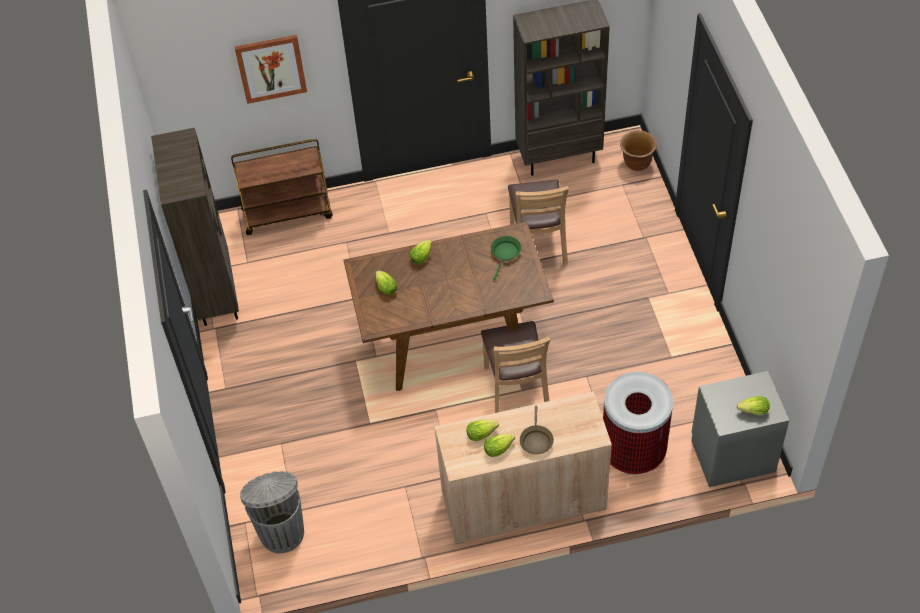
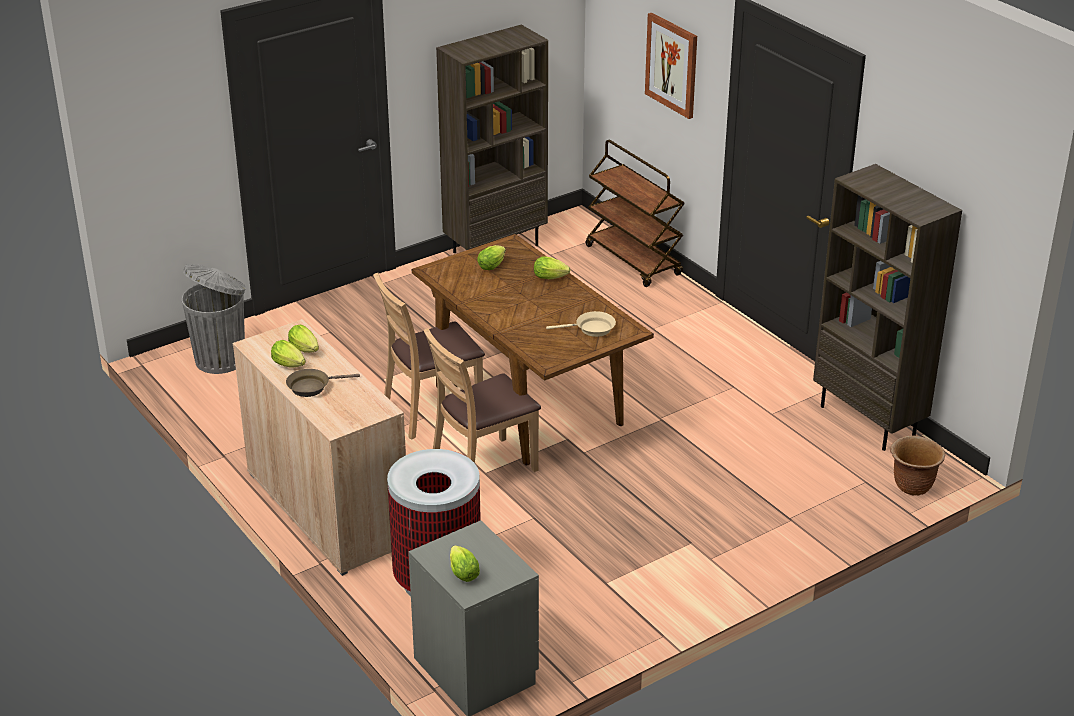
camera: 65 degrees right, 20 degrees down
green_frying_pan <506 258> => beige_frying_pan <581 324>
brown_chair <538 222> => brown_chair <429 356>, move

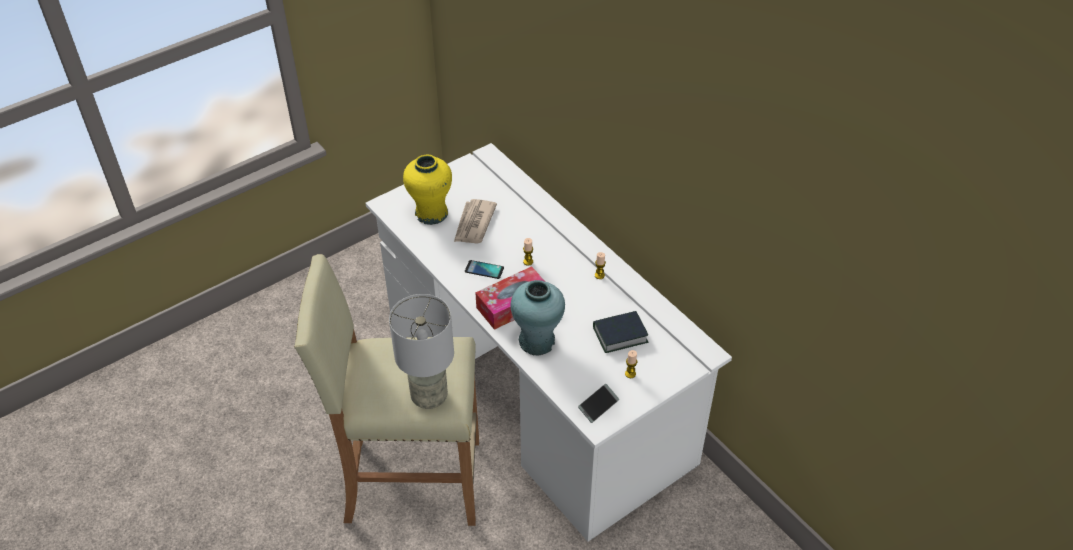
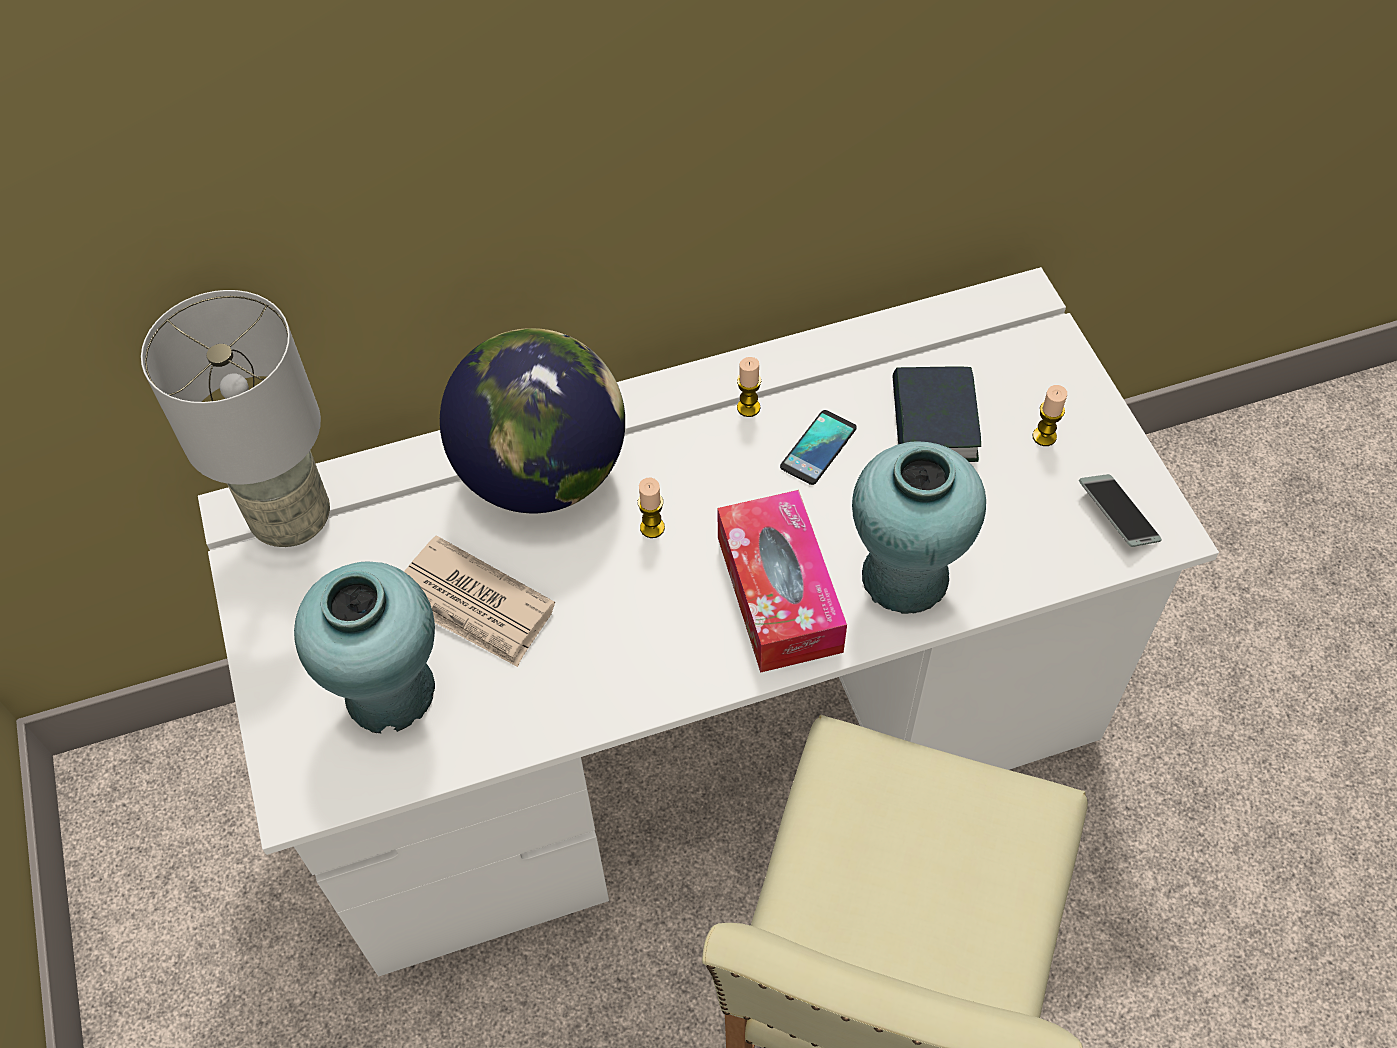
camera: 70 degrees left, 10 degrees up
grey_table_lamp <421 351> => grey_table_lamp <235 418>, move
yellow_vase <427 190> => turquoise_vase <364 647>
phone <484 269> => phone <818 447>, move
nothing => globe <532 420>

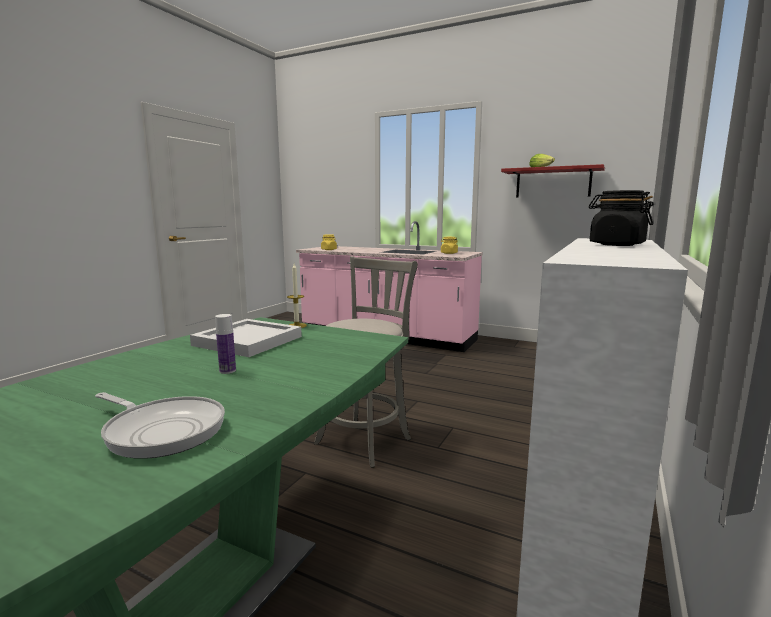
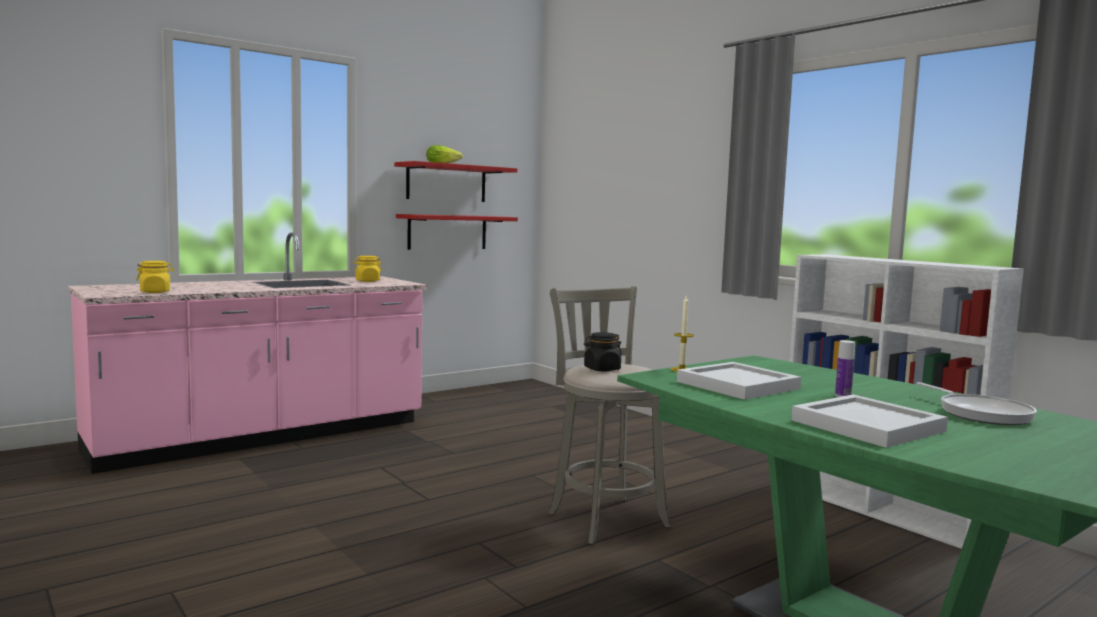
camera: 65 degrees left, 5 degrees down
frying_pan <160 425> => frying_pan <976 403>, 105 degrees clockwise
black_jar <621 218> => black_jar <603 351>, move
nothing => red_shelf <457 232>
nothing => white_tray <869 421>

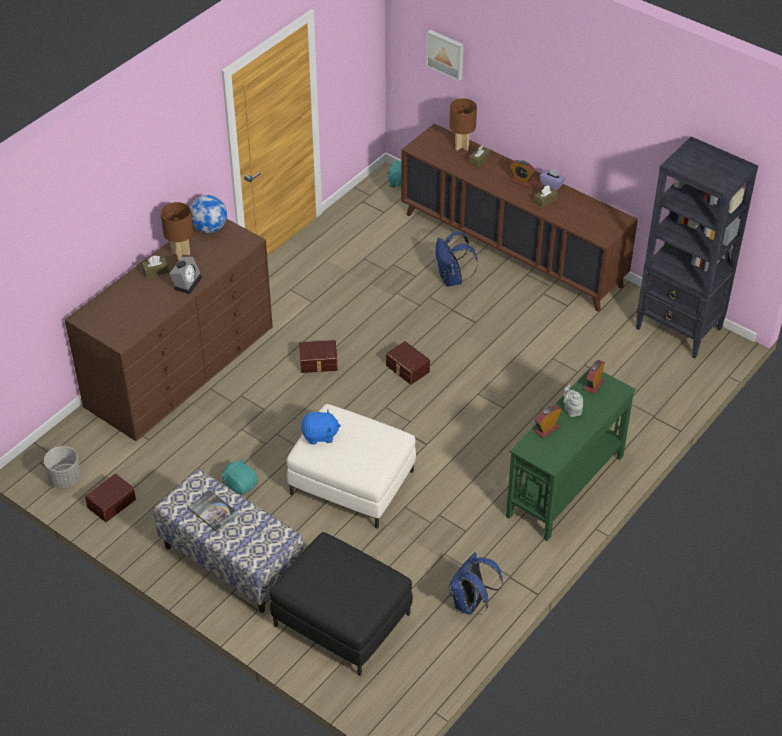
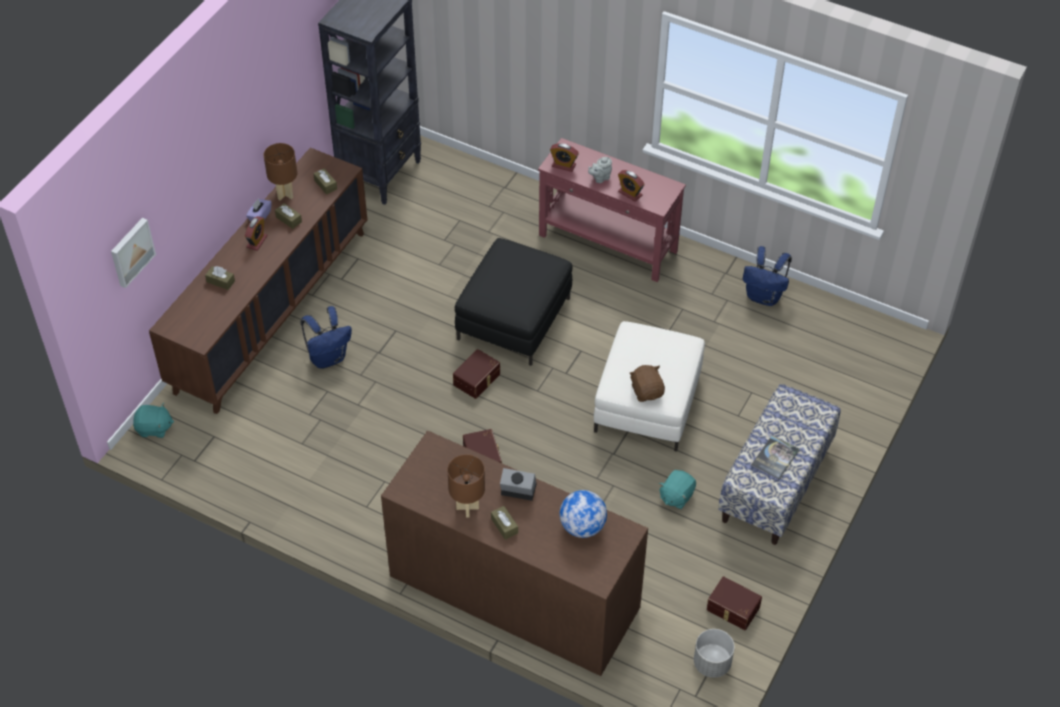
camera: 100 degrees left, 5 degrees up
globe <208 214> => globe <583 514>, move
black_ottoman <341 604> => black_ottoman <513 302>, move
blue_plush_toy <321 427> => brown_plush_toy <647 383>
brown_table_lamp <463 124> => brown_table_lamp <280 171>, move
green_console_table <571 453> => red_console_table <612 210>
nothing => brown_tissue_box <325 181>

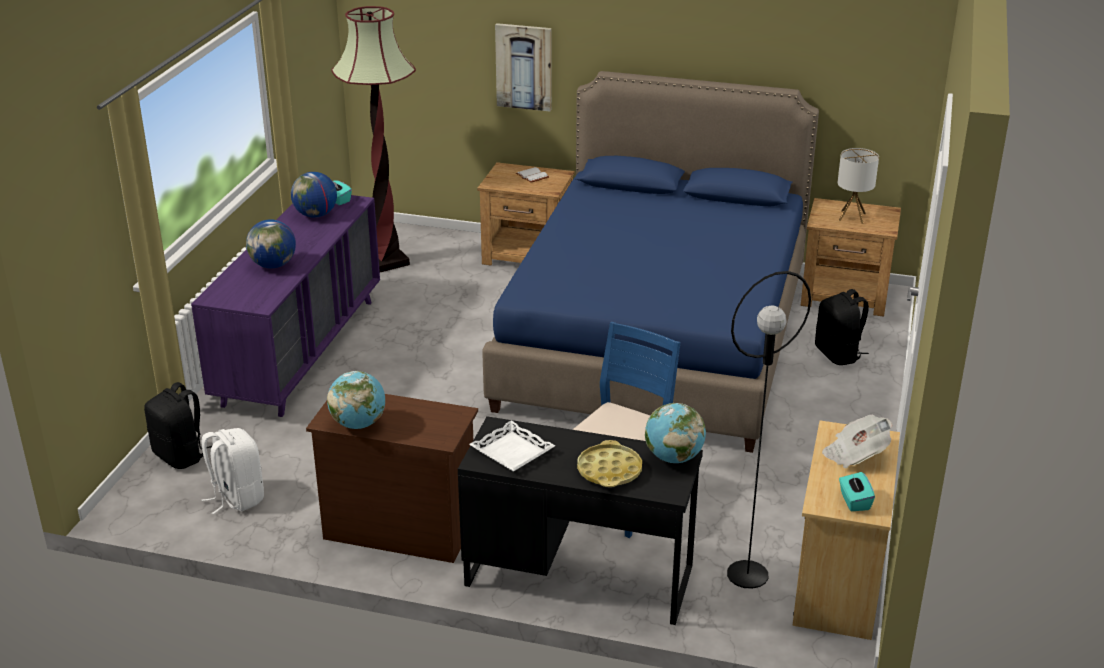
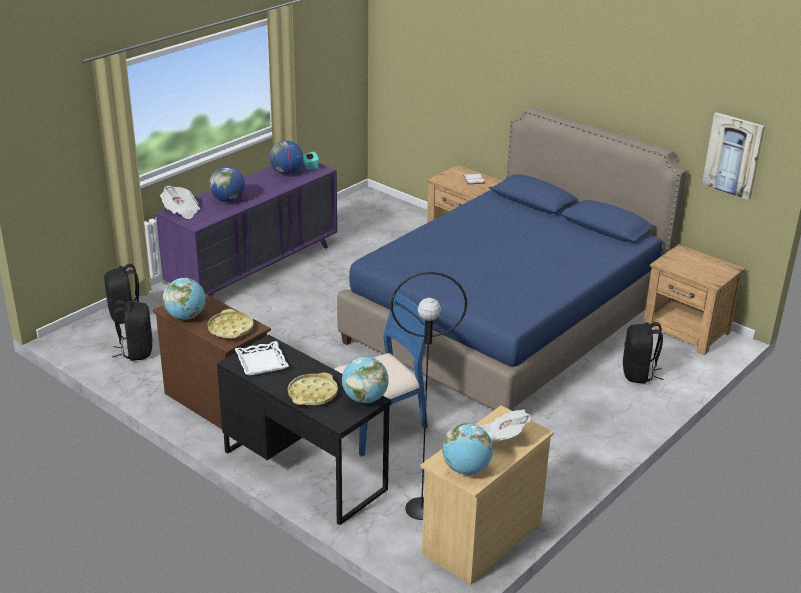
camera: 25 degrees right, 0 degrees up
white_backpack <232 471> => black_backpack <132 330>
floor_lamp <373 139> => nothing
picture <523 67> => picture <733 156>, move
table_lamp <858 186> => nothing
turquoise_tissue_box <857 491> => globe <467 449>
nothing => newspaper <180 202>
nothing => yellow_tray <231 323>

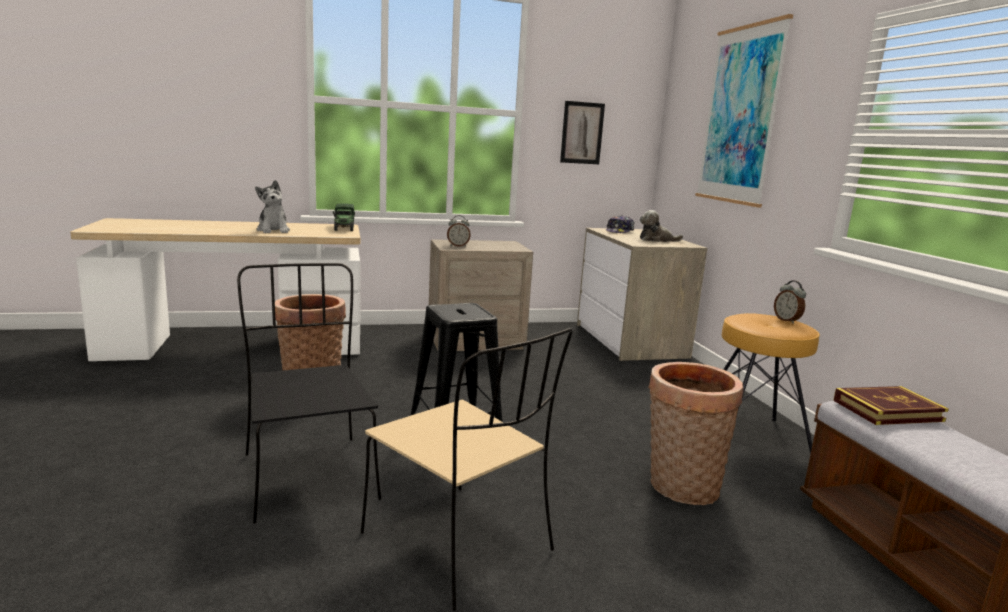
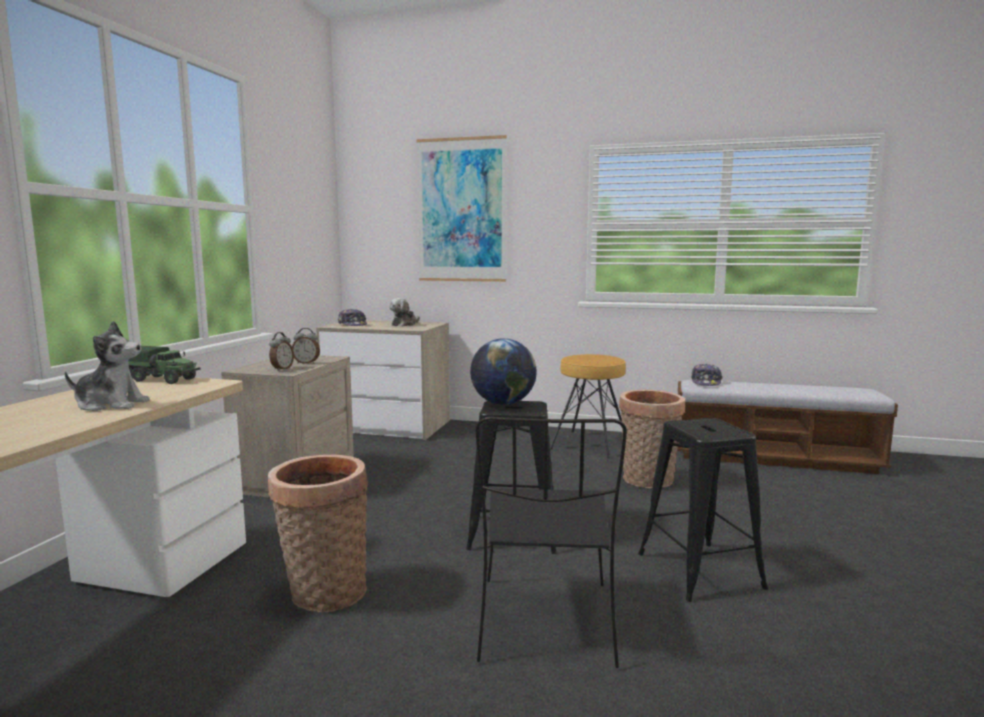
camera: 60 degrees left, 5 degrees down
black_chair <309 393> => black_chair <551 542>, 90 degrees counterclockwise
beige_chair <467 469> => black_stool <703 510>
picture <582 132> => nothing
alarm_clock <790 302> => alarm_clock <306 346>, move
book <891 405> => cap <707 375>
nothing => globe <503 371>

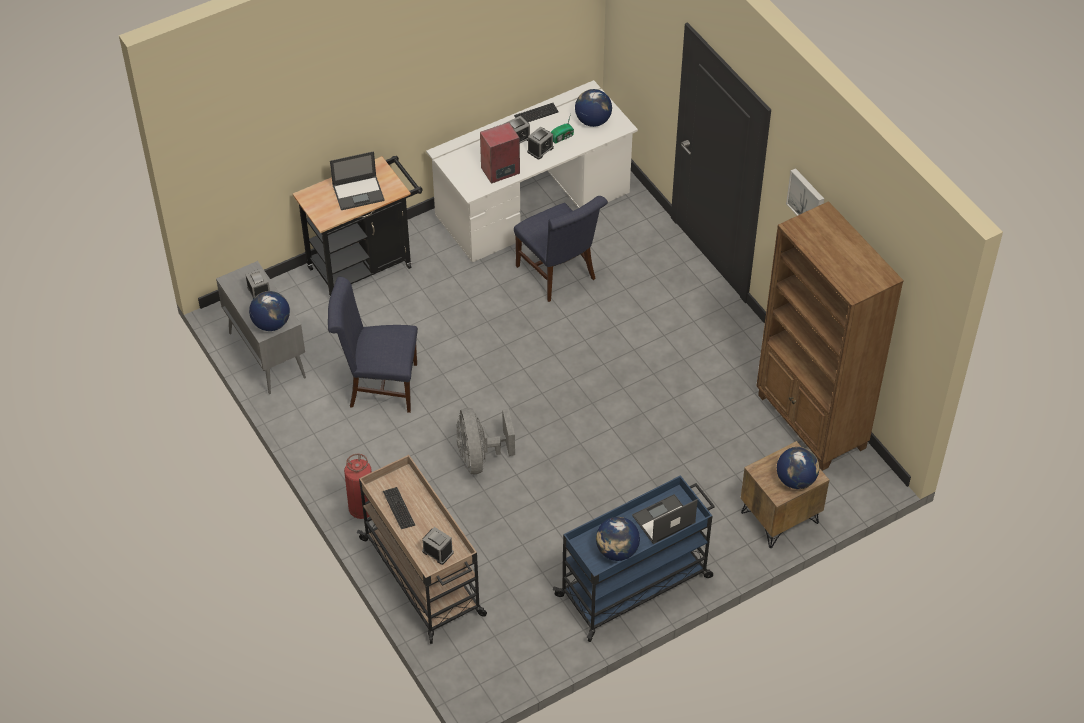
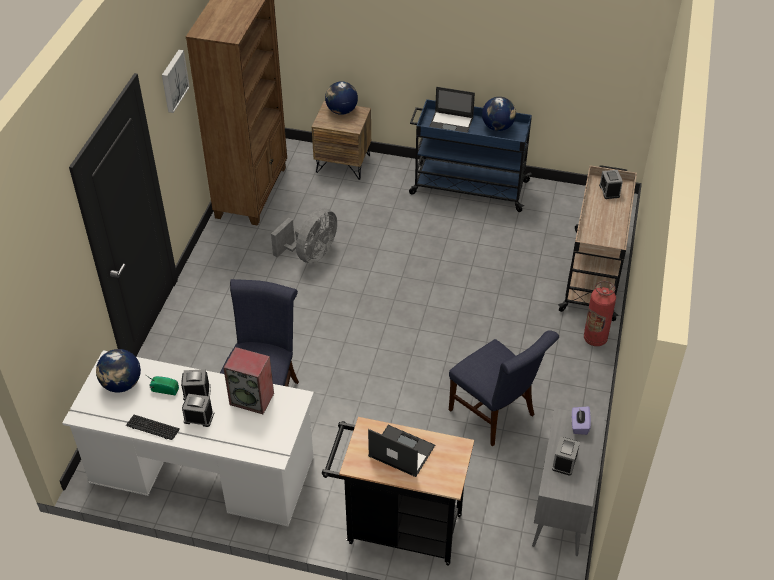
camera: 135 degrees left, 5 degrees down
globe <269 311> => purple_tissue_box <581 420>
keyboard <399 508> => nothing
grey_fan <486 441> => grey_fan <304 235>, move

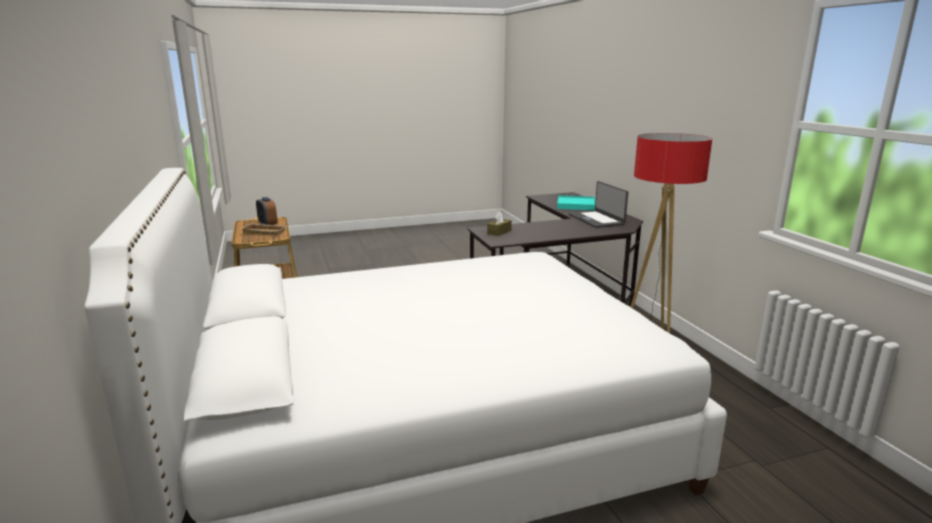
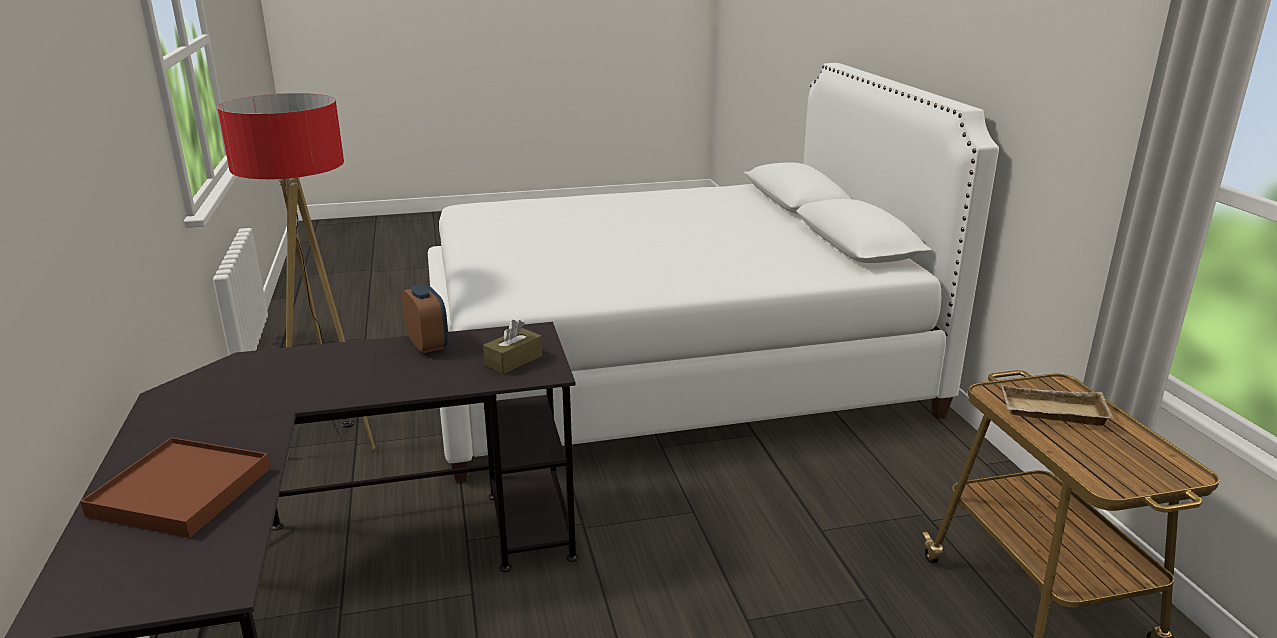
camera: 175 degrees left, 5 degrees up
alarm_clock <266 211> => alarm_clock <425 319>, move
turquoise_tray <576 203> => brown_tray <175 487>
laptop <598 204> => nothing

